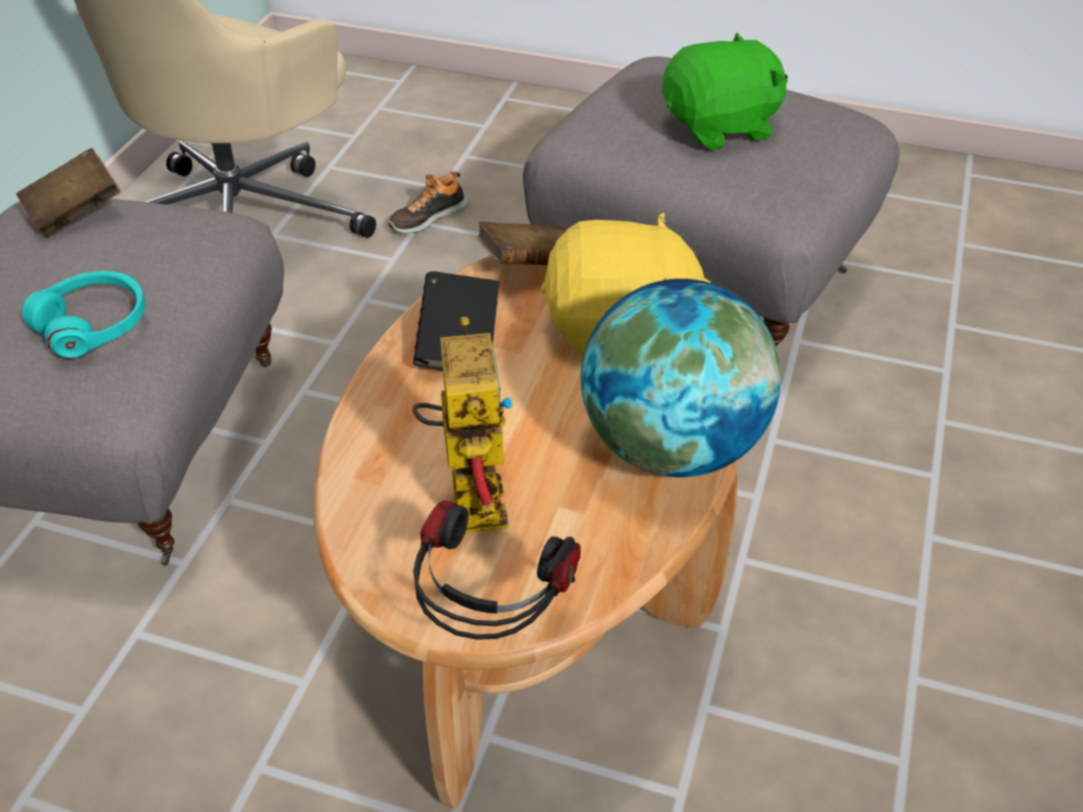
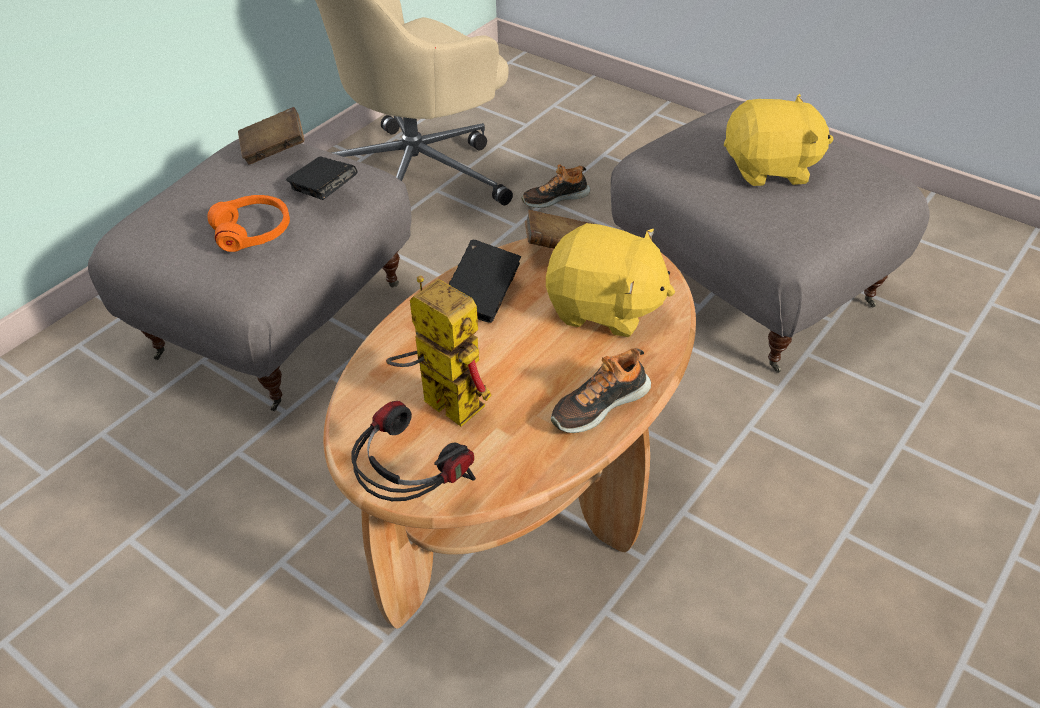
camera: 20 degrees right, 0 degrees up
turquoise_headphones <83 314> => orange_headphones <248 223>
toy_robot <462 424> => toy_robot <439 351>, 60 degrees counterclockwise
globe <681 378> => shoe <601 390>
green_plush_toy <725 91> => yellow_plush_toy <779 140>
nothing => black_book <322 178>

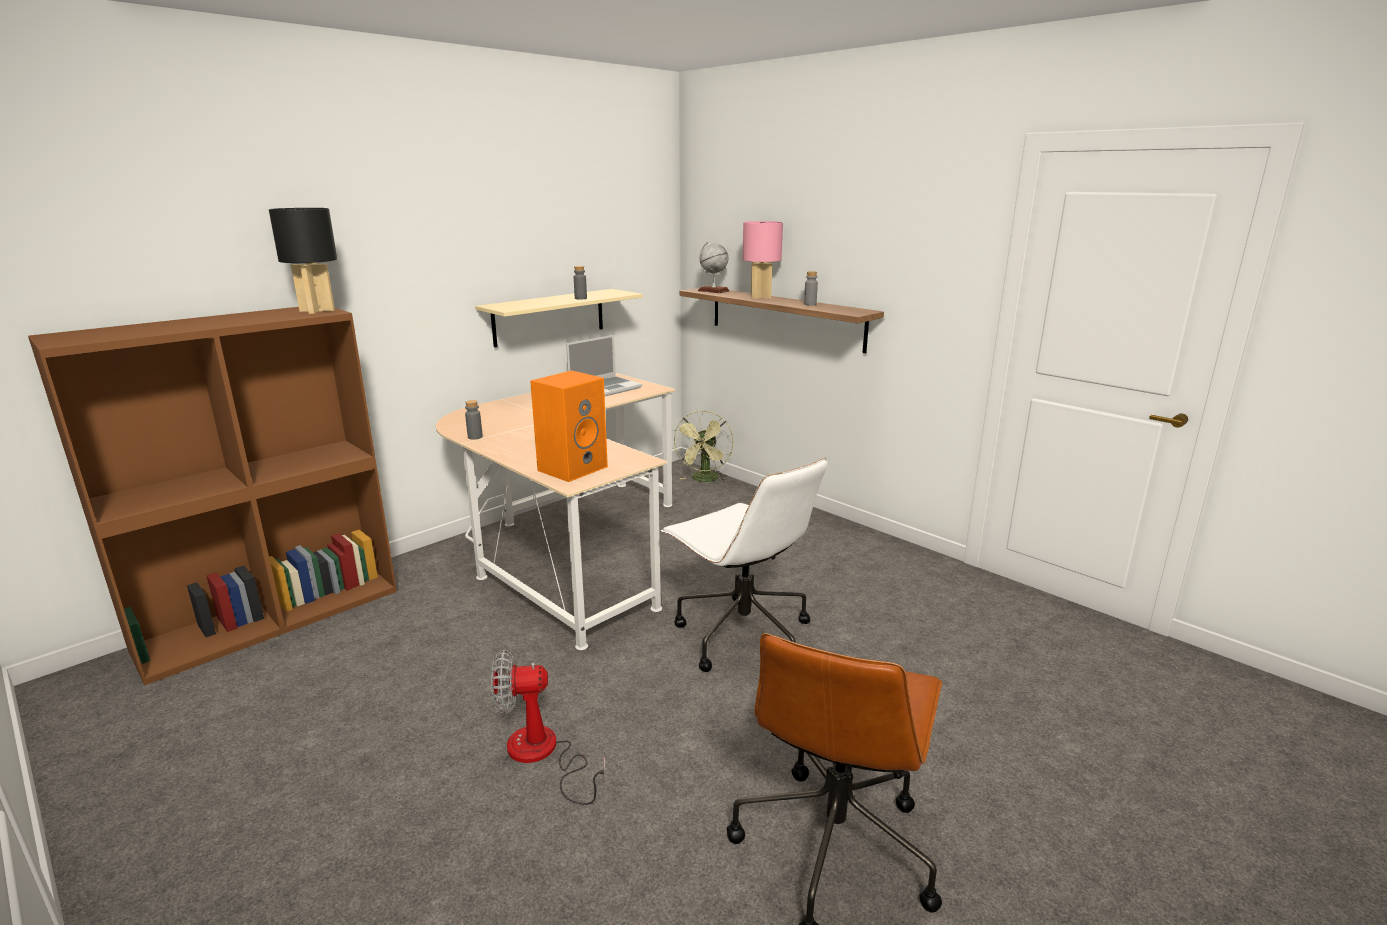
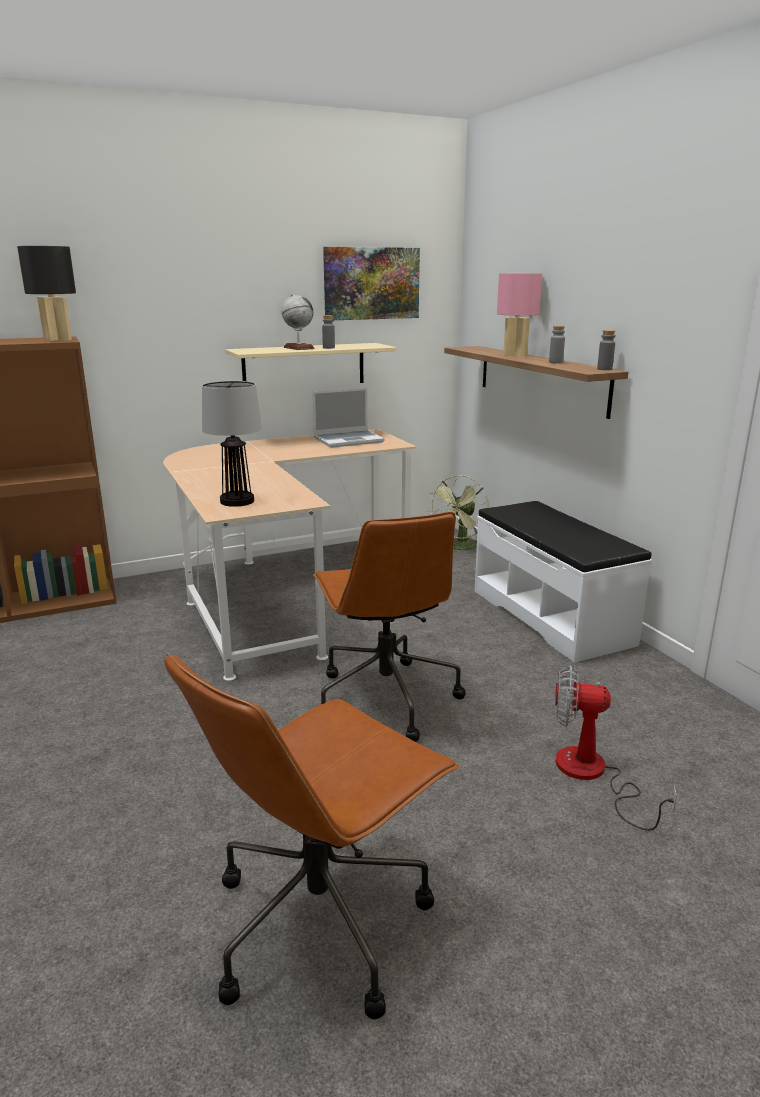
camera: 20 degrees right, 0 degrees up
grey_bottle <474 420> => grey_bottle <606 350>, move
fan <548 727> => fan <616 747>, move
orange_speaker <569 426> => table_lamp <232 444>
white_office_chair <744 565> => brown_office_chair <389 626>
globe <714 267> => globe <298 321>, move
nothing => picture <371 283>
nothing => white_bench <563 582>

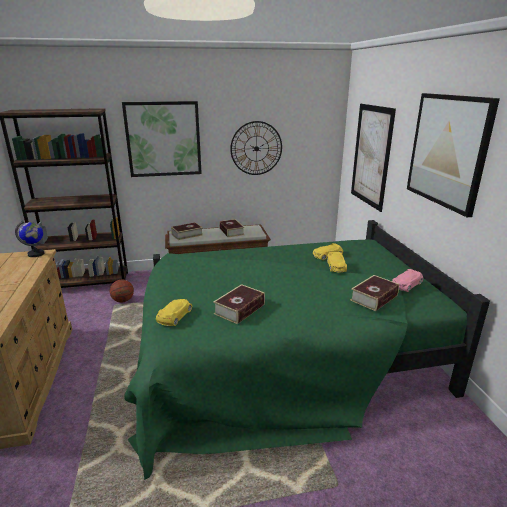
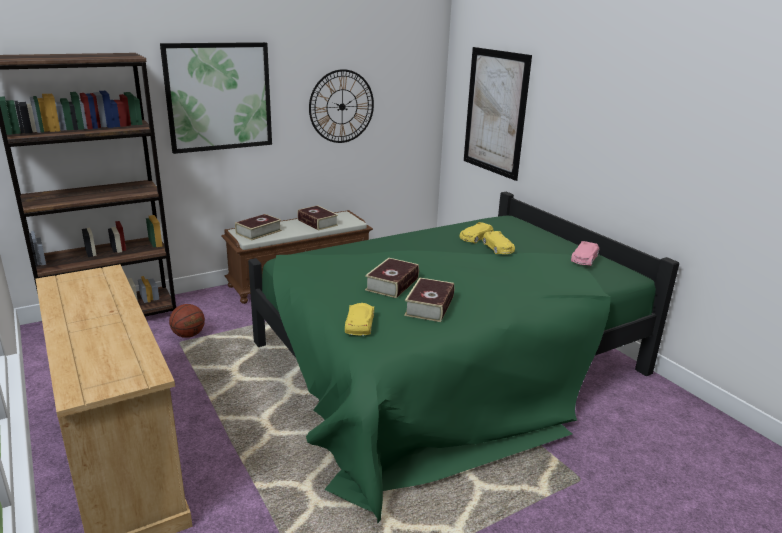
camera: 20 degrees left, 0 degrees up
globe <29 239> => nothing
book <374 293> => book <392 278>, move
picture <453 155> => nothing

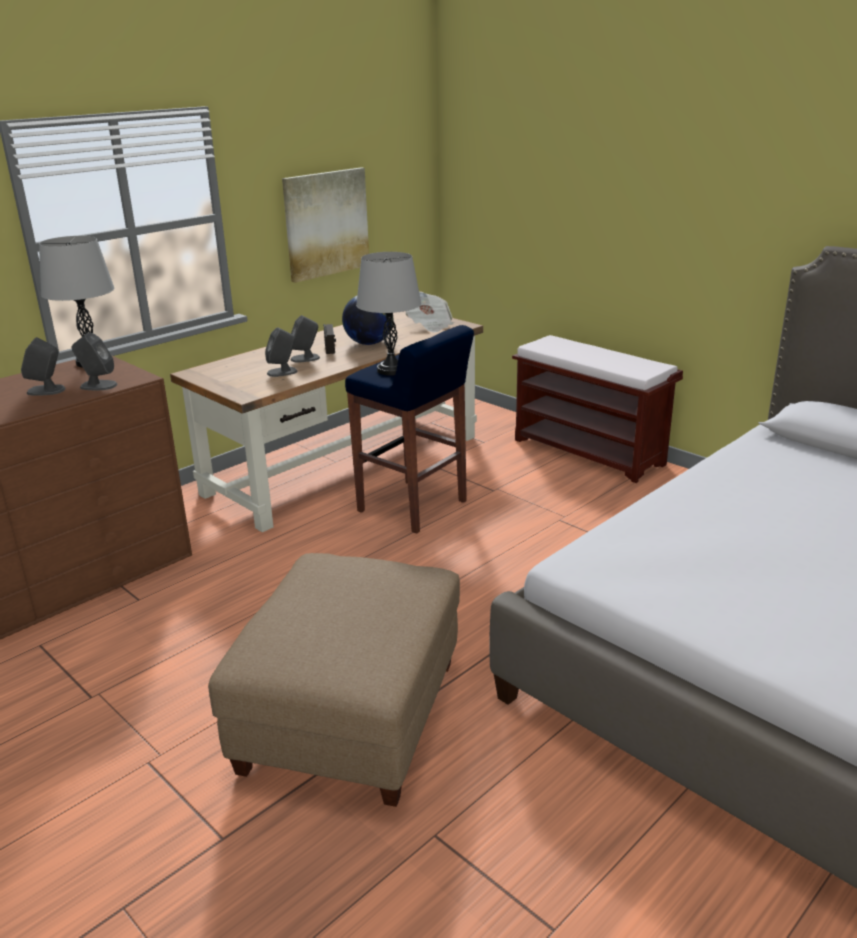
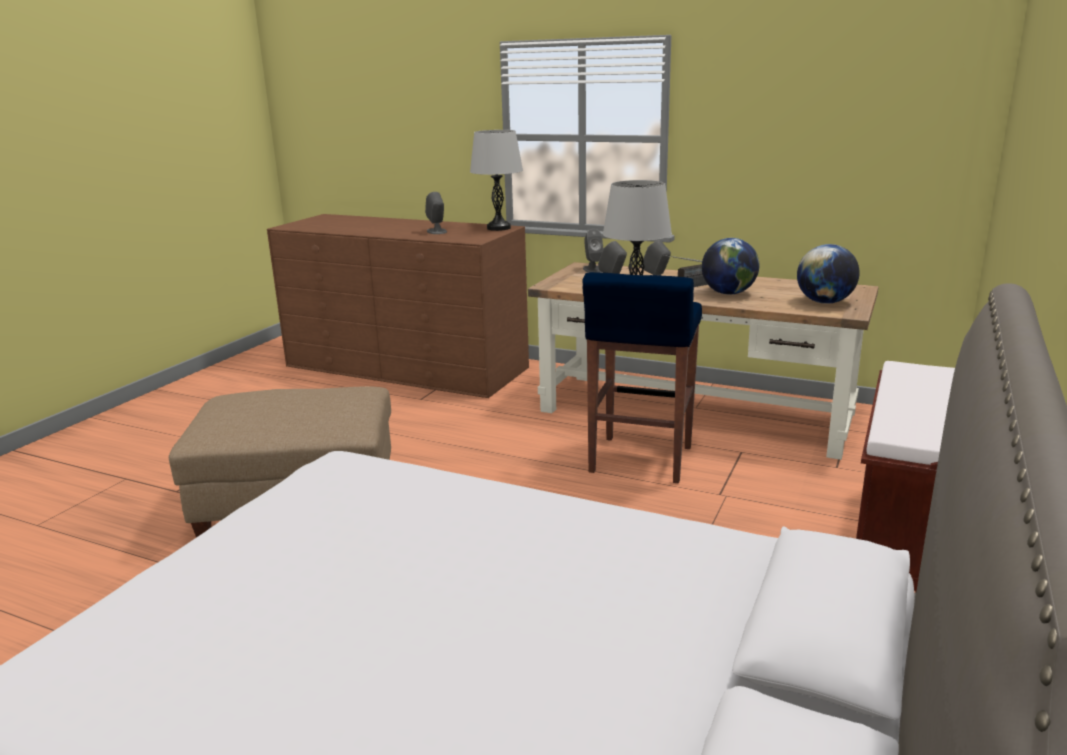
camera: 70 degrees right, 5 degrees down
grey_speaker <94 361> => grey_speaker <593 251>, move
picture <325 225> => nothing
newspaper <430 312> => globe <828 274>

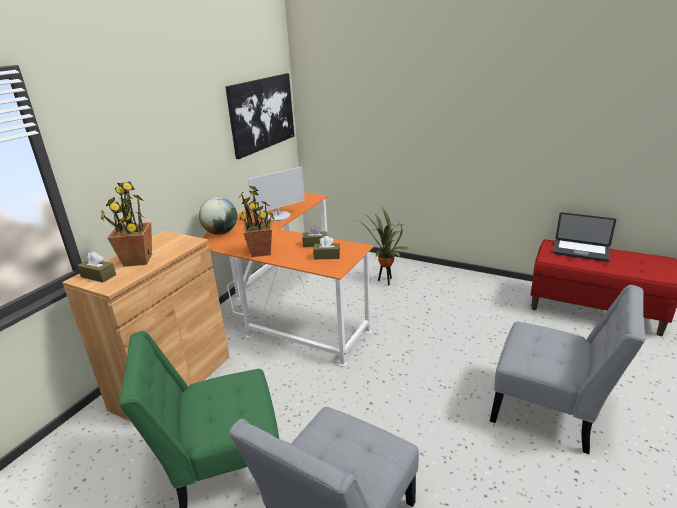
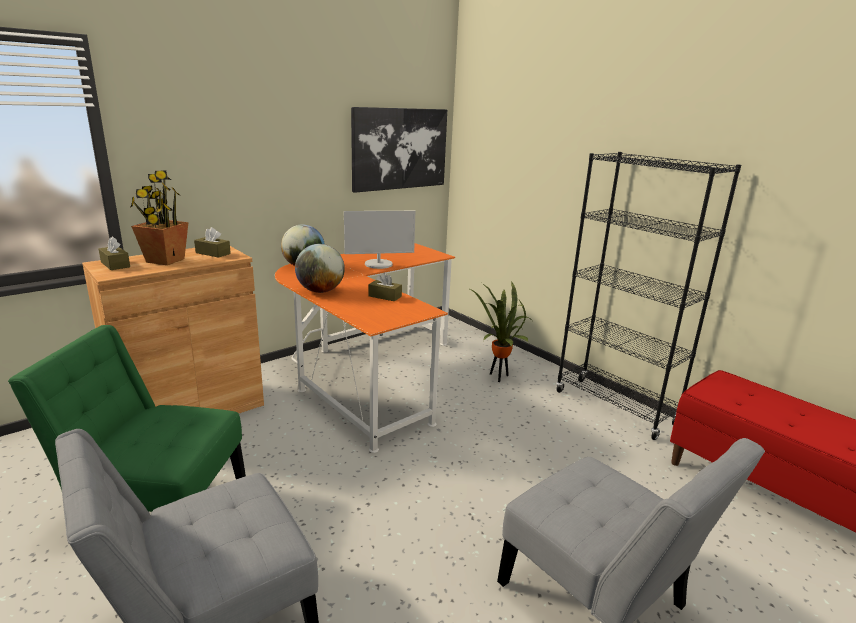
camera: 20 degrees right, 5 degrees down
potted_plant <256 221> => globe <320 268>
brown_tissue_box <326 247> => brown_tissue_box <212 242>, move
laptop <584 237> => nothing
nothing => black_bookcase <648 296>

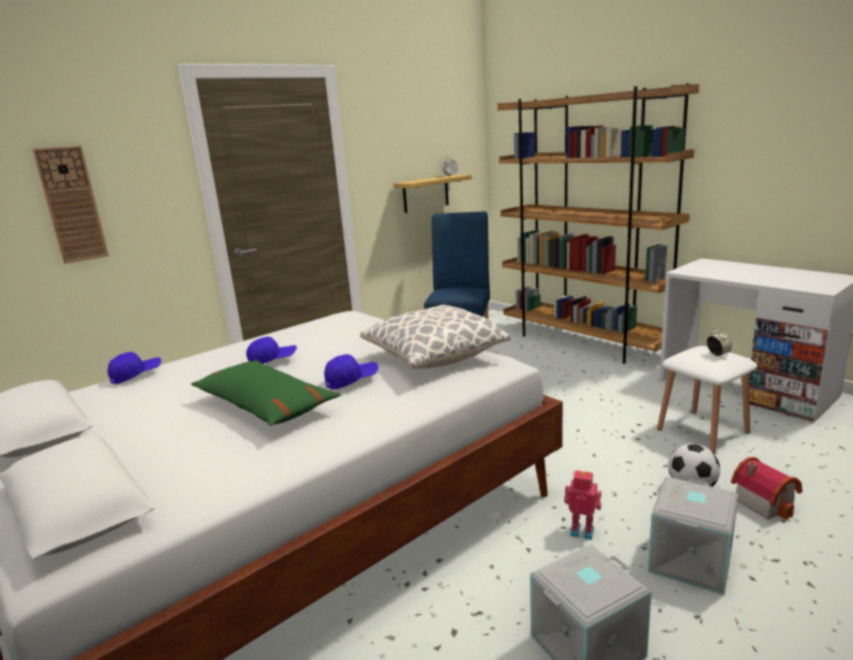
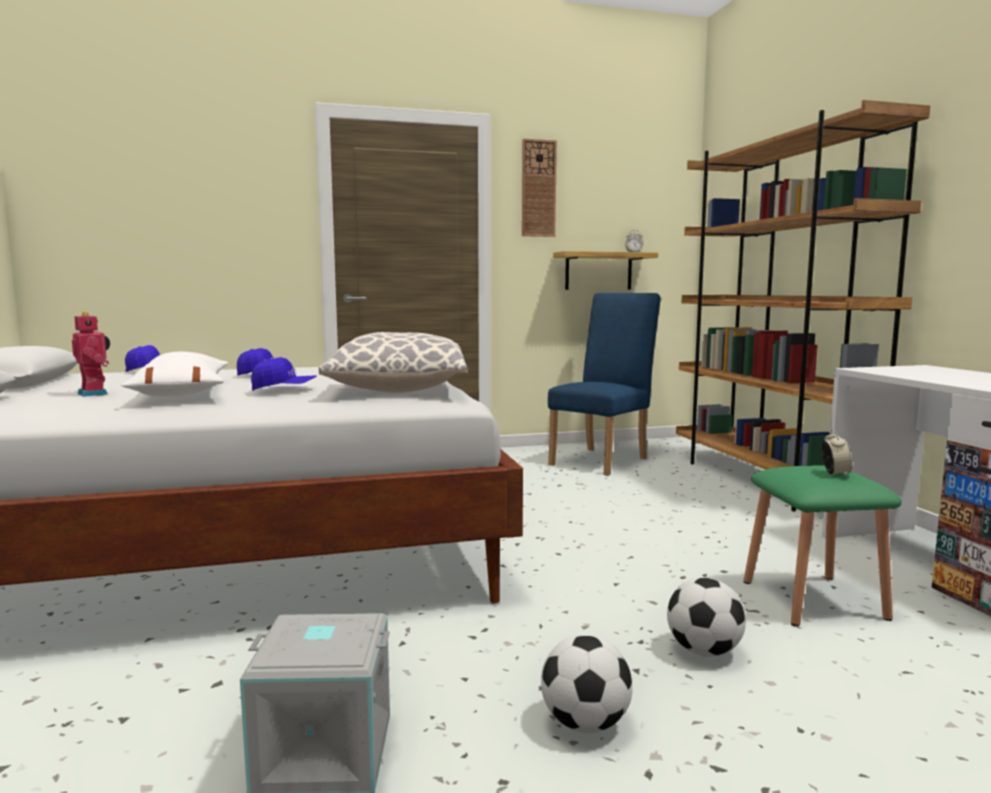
camera: 25 degrees right, 10 degrees down
wall_clock <70 205> => wall_clock <539 188>, move
green_pillow <266 393> => white_pillow <174 374>
toy_robot <582 505> => toy_robot <91 354>, move
grey_storage_box <693 536> => football <587 683>
white_stool <707 399> => green_stool <823 546>
toy_house <766 488> => nothing

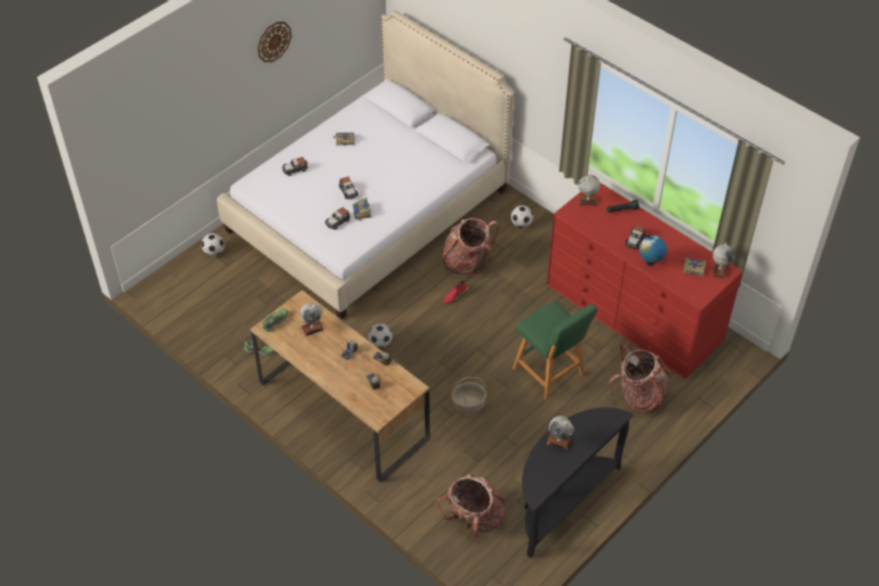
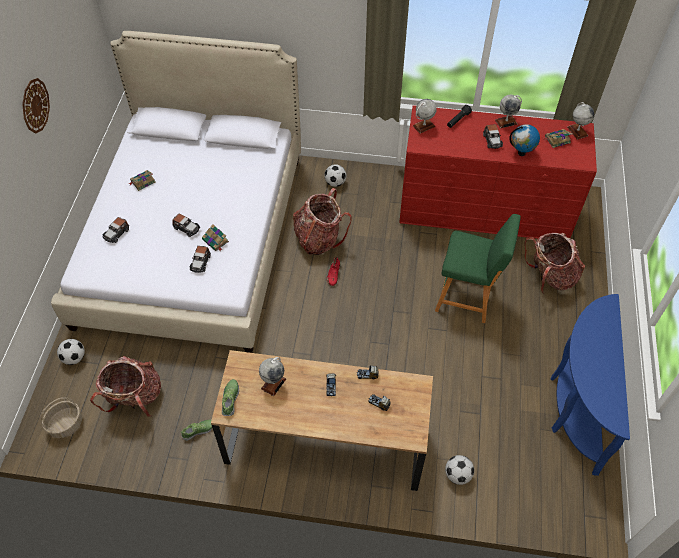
camera: 35 degrees left, 5 degrees up
football <380 336> => football <459 470>, move
backpack <471 509> => backpack <125 386>, move
basket <469 395> => basket <61 417>, move
black_console_table <577 482> => blue_console_table <590 385>
globe <560 433> => globe <508 112>, move

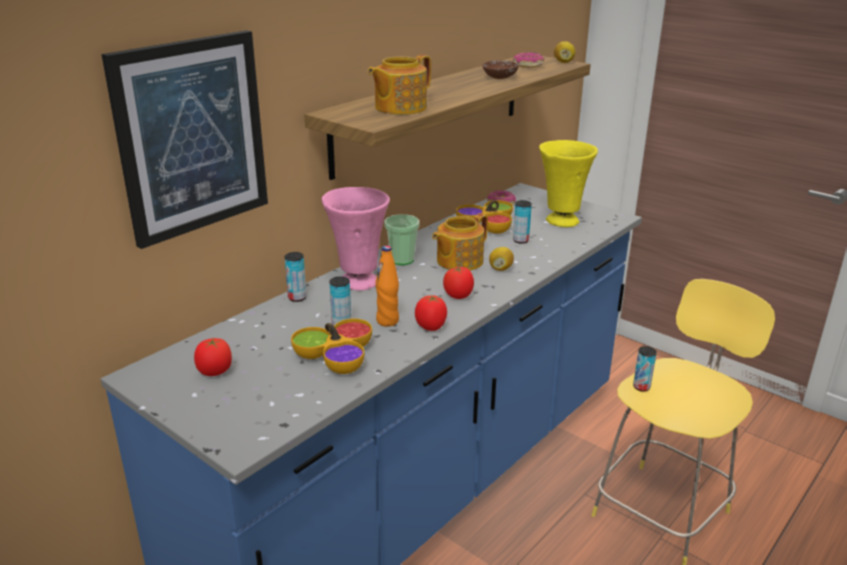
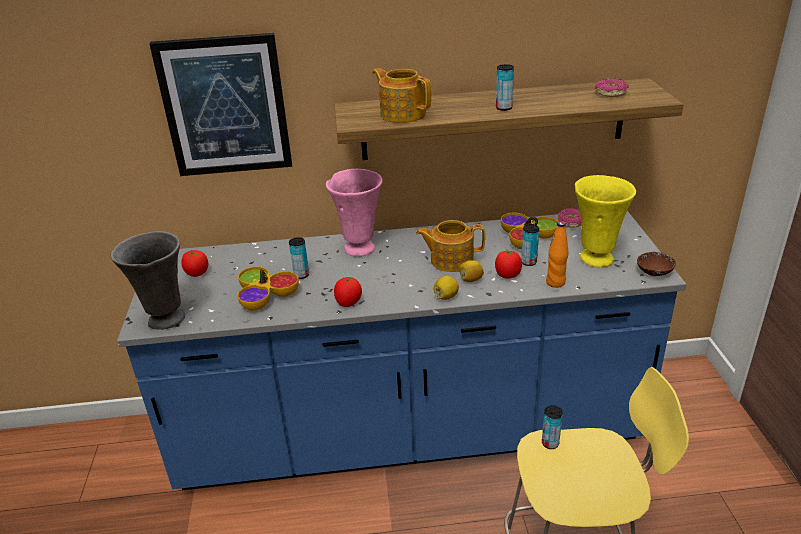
camera: 45 degrees right, 5 degrees up
can <295 277> => can <505 87>, move
teapot <399 85> => teapot <401 95>, 45 degrees clockwise
orange_bottle <387 286> => orange_bottle <557 254>, move
cup <401 239> => nothing
tomato <458 282> => tomato <508 264>, move
brown_bowl <500 70> => brown_bowl <656 264>, move
lemon <565 52> => lemon <446 288>, move
nothing => grey_vase <147 280>

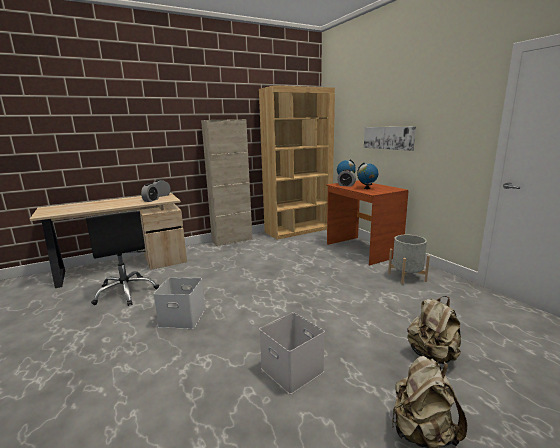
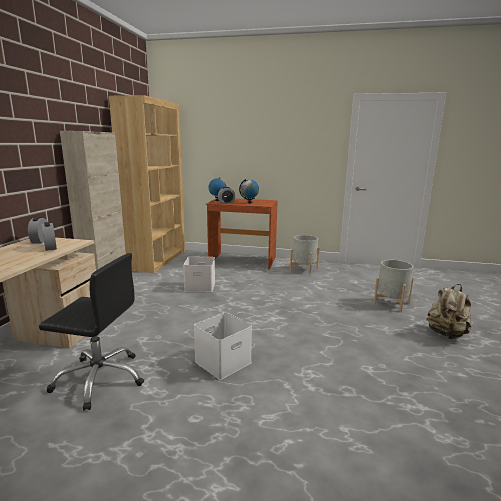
camera: 50 degrees left, 0 degrees up
white_storage_box <292 353> => white_storage_box <199 274>, move
picture <390 138> => nothing
beige_backpack <434 330> => grey_planter <393 286>

